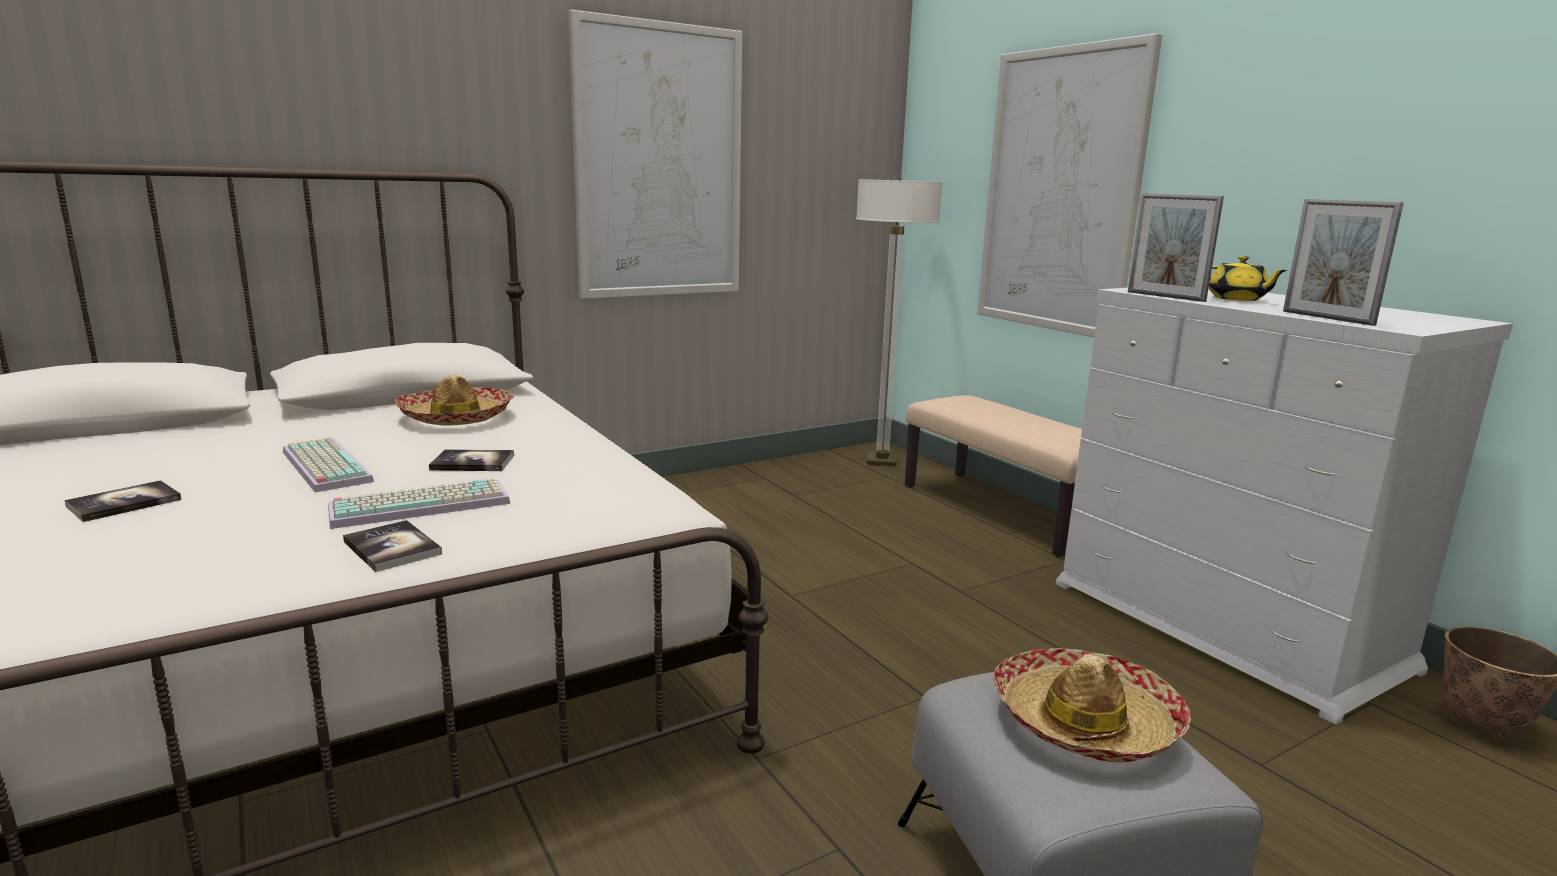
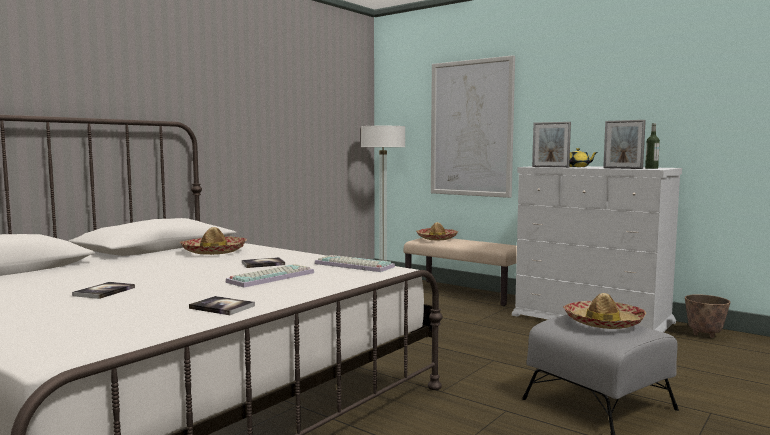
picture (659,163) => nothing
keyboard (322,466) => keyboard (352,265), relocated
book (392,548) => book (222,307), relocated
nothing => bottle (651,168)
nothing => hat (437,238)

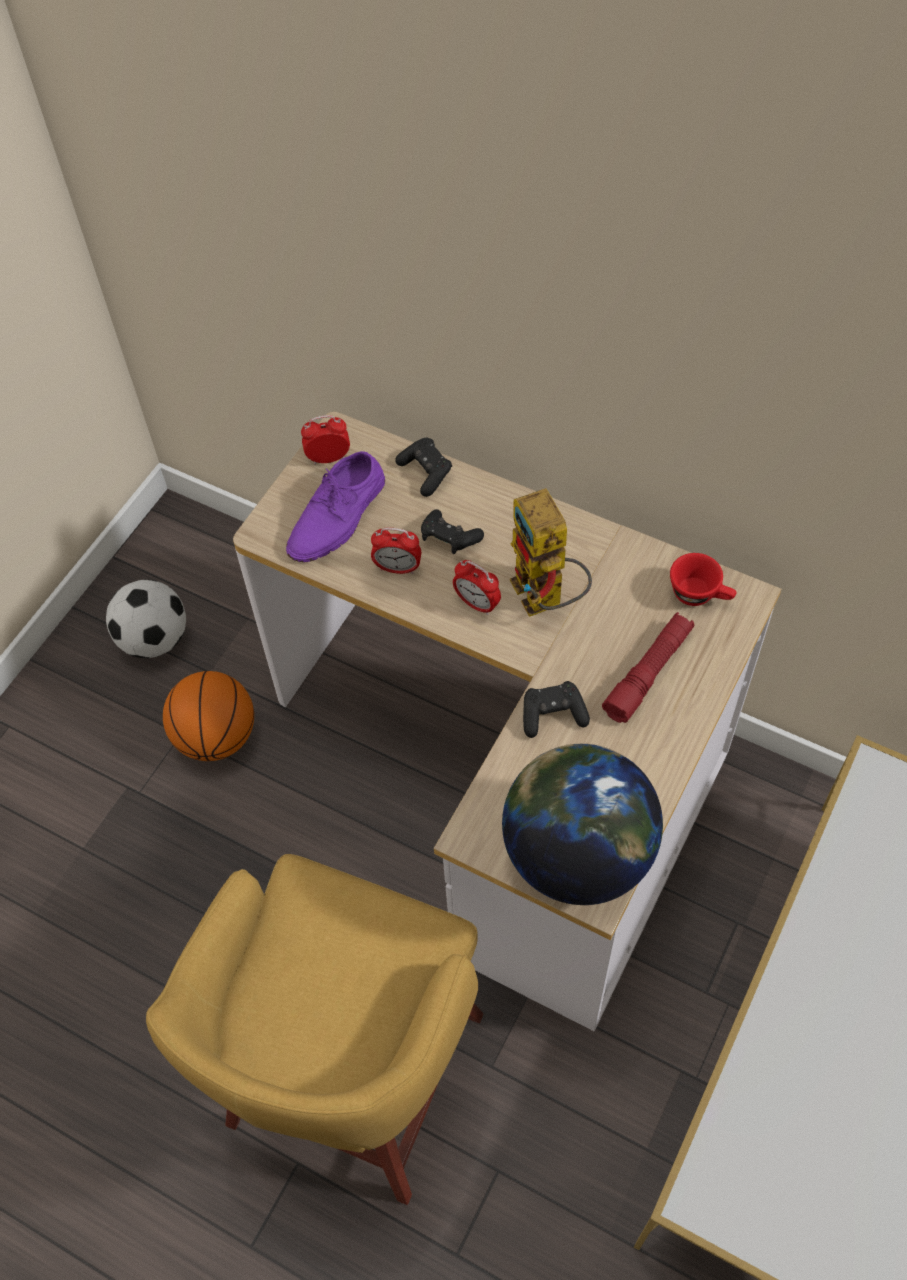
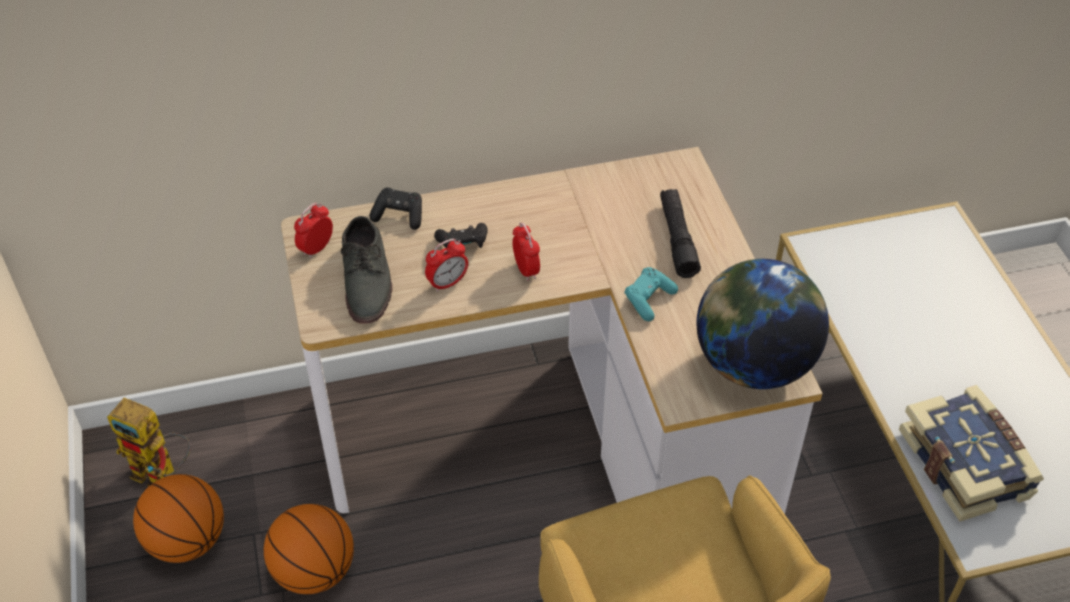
purple shoe (338,517) => grey shoe (367,279)
toy robot (545,600) => toy robot (163,474), relocated
red cup (700,594) => nothing
alarm clock (477,603) => alarm clock (526,269), 105 degrees counterclockwise
football (155,639) => basketball (187,541)
red flashlight (648,673) => black flashlight (677,239)
black game controller (552,715) => turquoise game controller (648,300)
nothing => book (967,464)

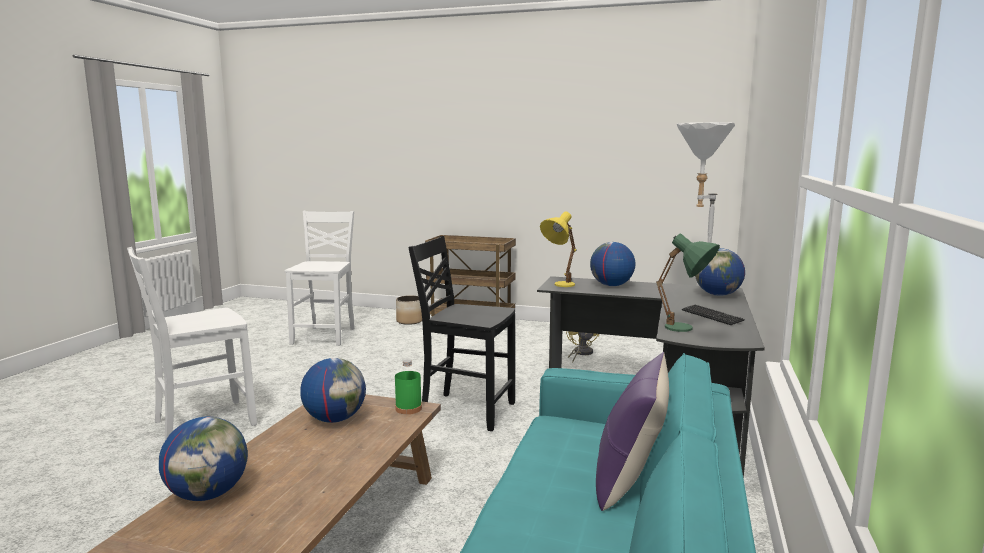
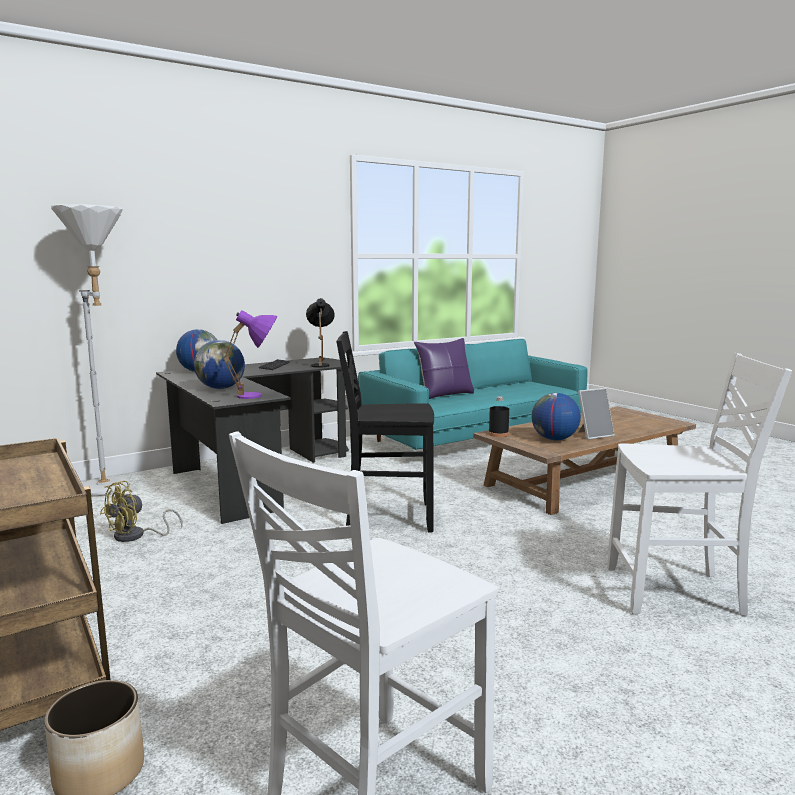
yellow table lamp (559,286) => purple table lamp (258,396)
green table lamp (687,330) => black table lamp (321,364)
black chair (466,410) => black chair (387,517), 120 degrees clockwise
green bottle (408,408) => black bottle (498,434)
globe (208,494) => nothing
nothing => picture frame (593,435)

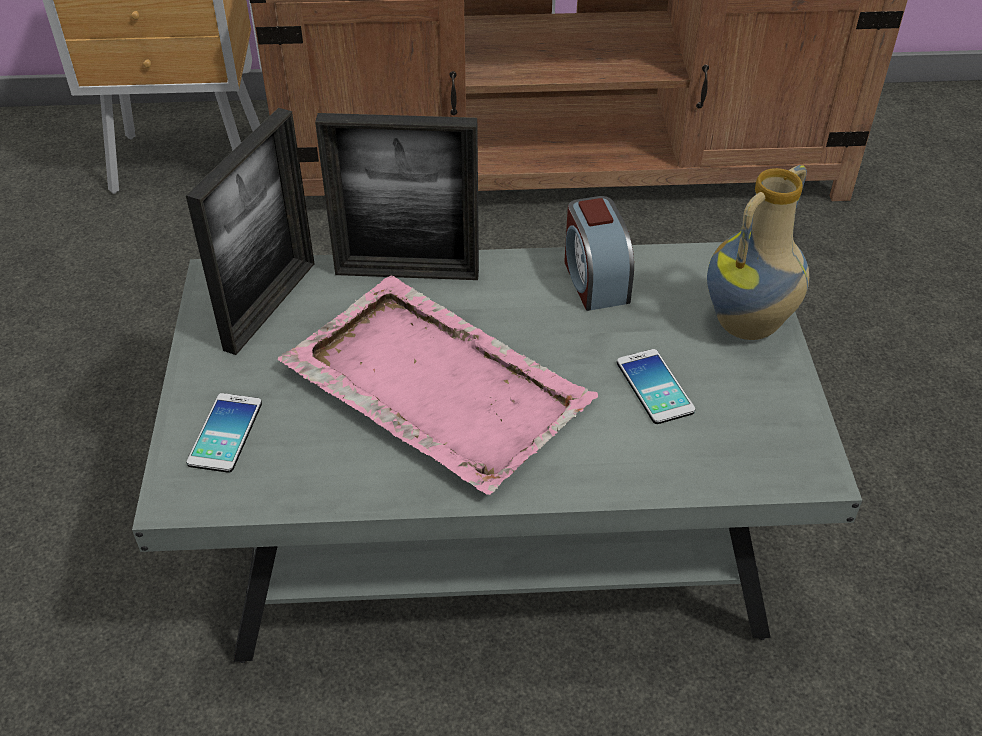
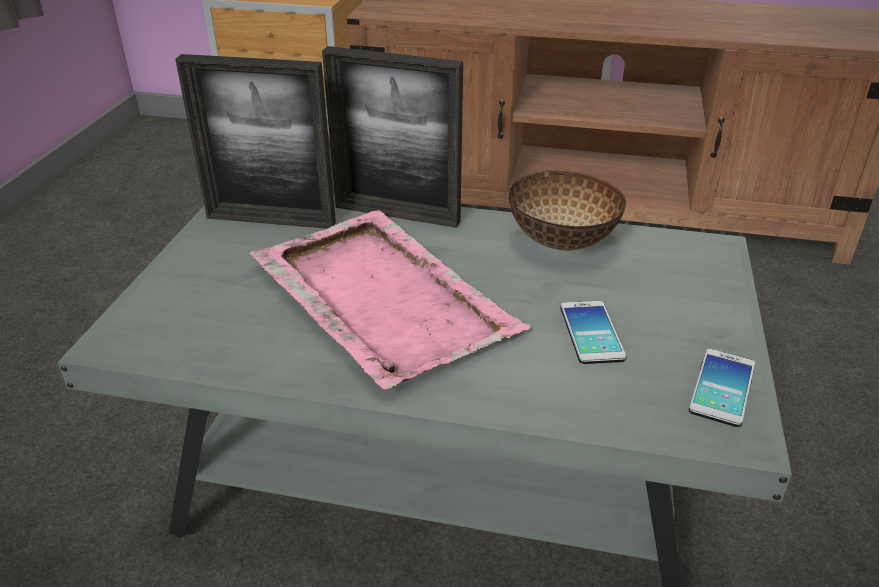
picture frame (270,305) => picture frame (271,220), 60 degrees clockwise
vase (748,326) => nothing
alarm clock (594,280) => bowl (563,242)
phone (225,433) => phone (722,388), relocated

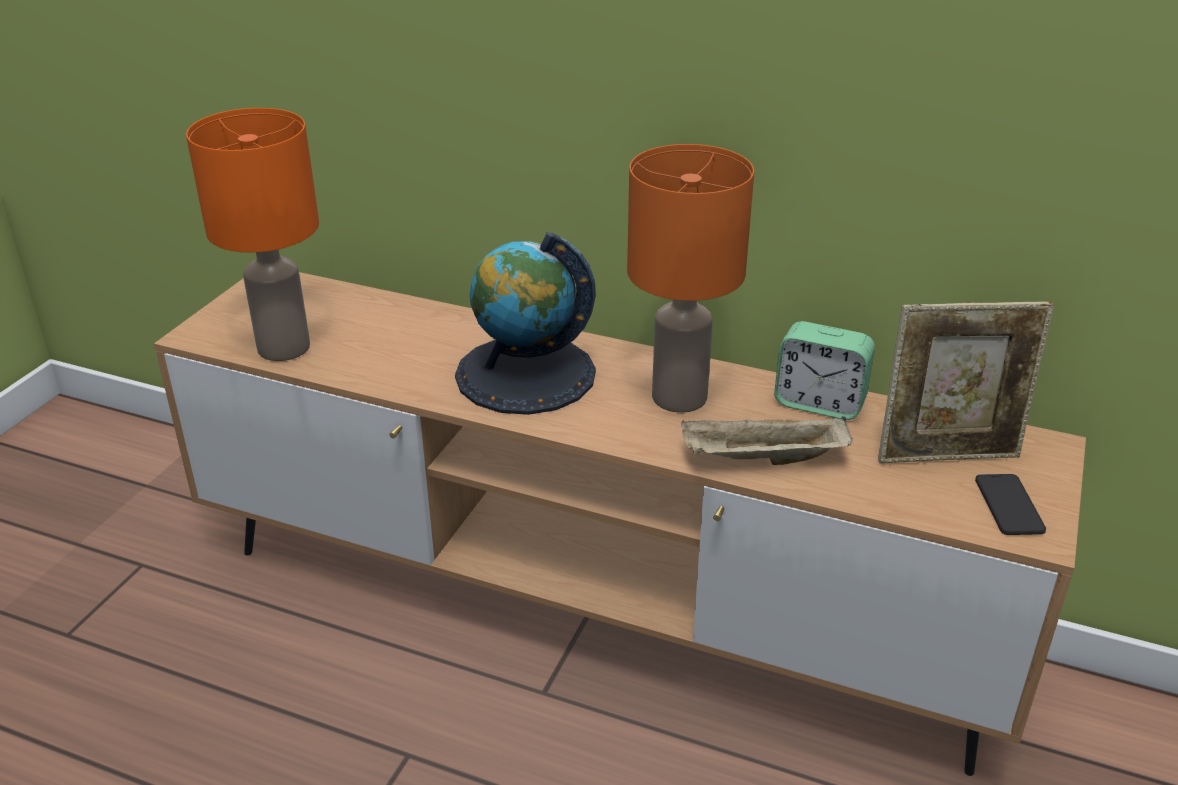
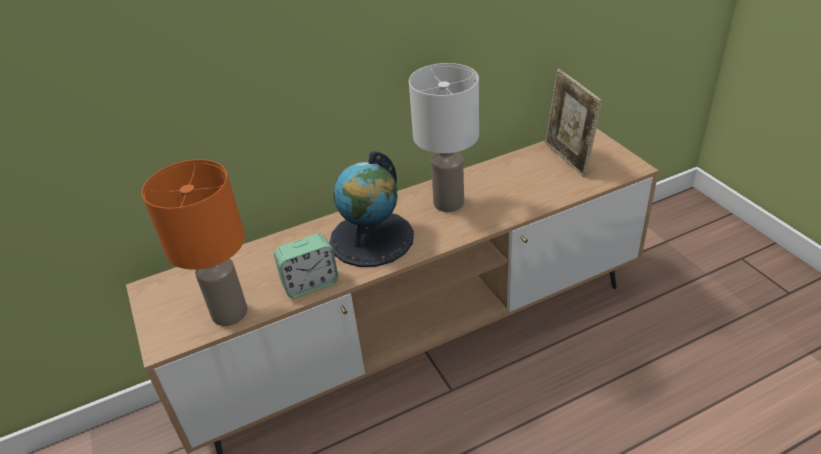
orange table lamp (678,396) => white table lamp (447,202)
picture frame (948,455) => picture frame (568,159), 120 degrees clockwise
alarm clock (819,403) => alarm clock (310,283), relocated
beige tray (762,460) => nothing
phone (1009,505) => nothing

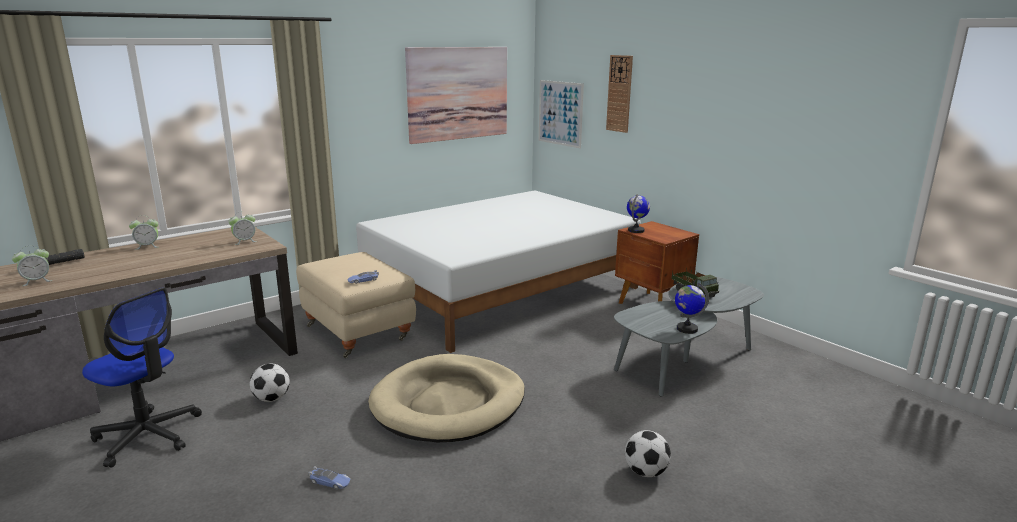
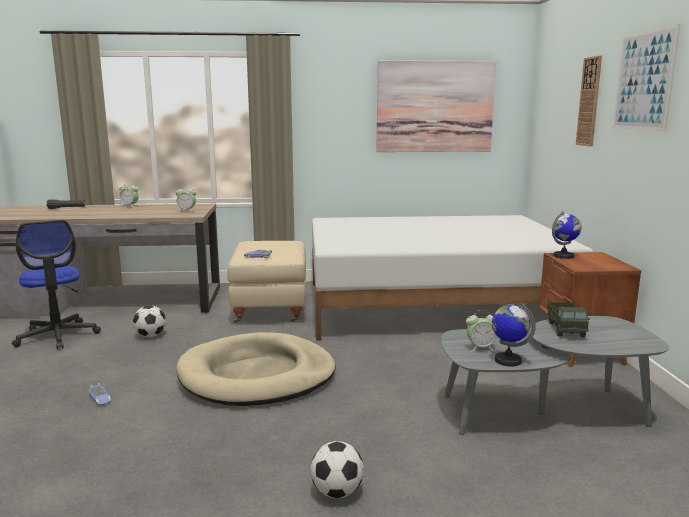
picture (560,113) => picture (644,81), relocated
alarm clock (36,281) => alarm clock (480,348), relocated

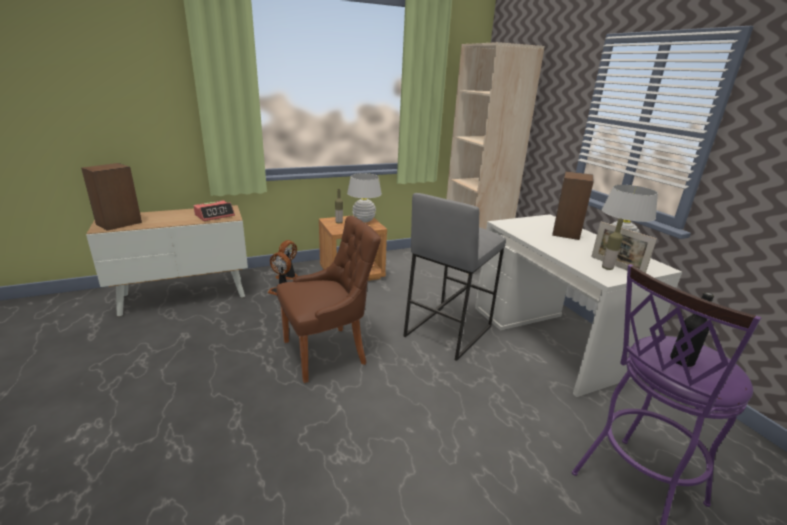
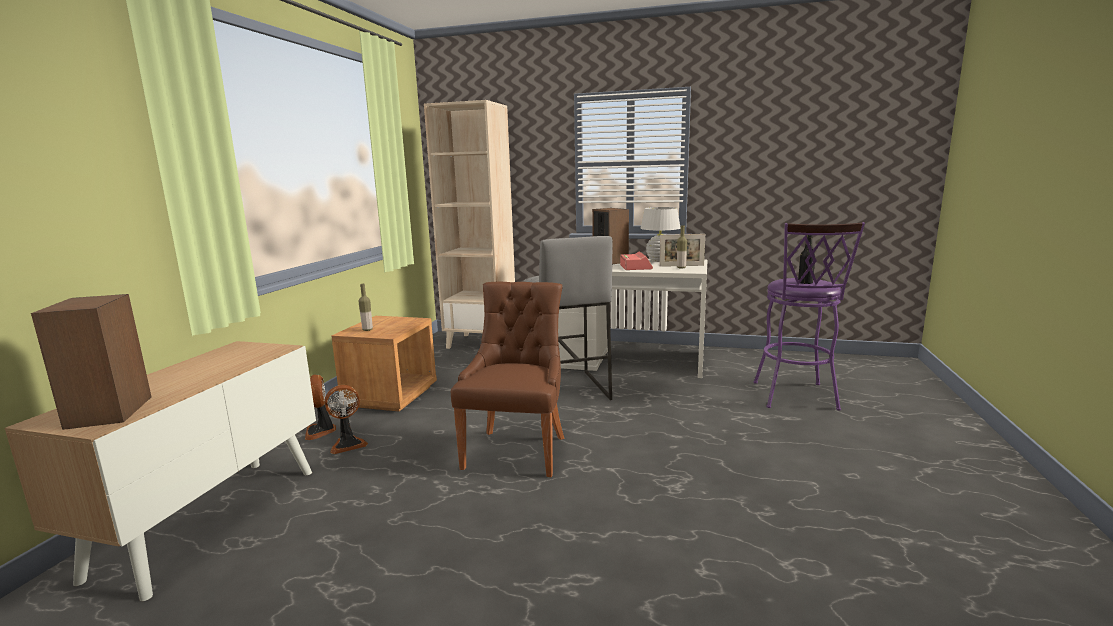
white table lamp (364,220) => nothing
alarm clock (215,215) => alarm clock (635,267), relocated

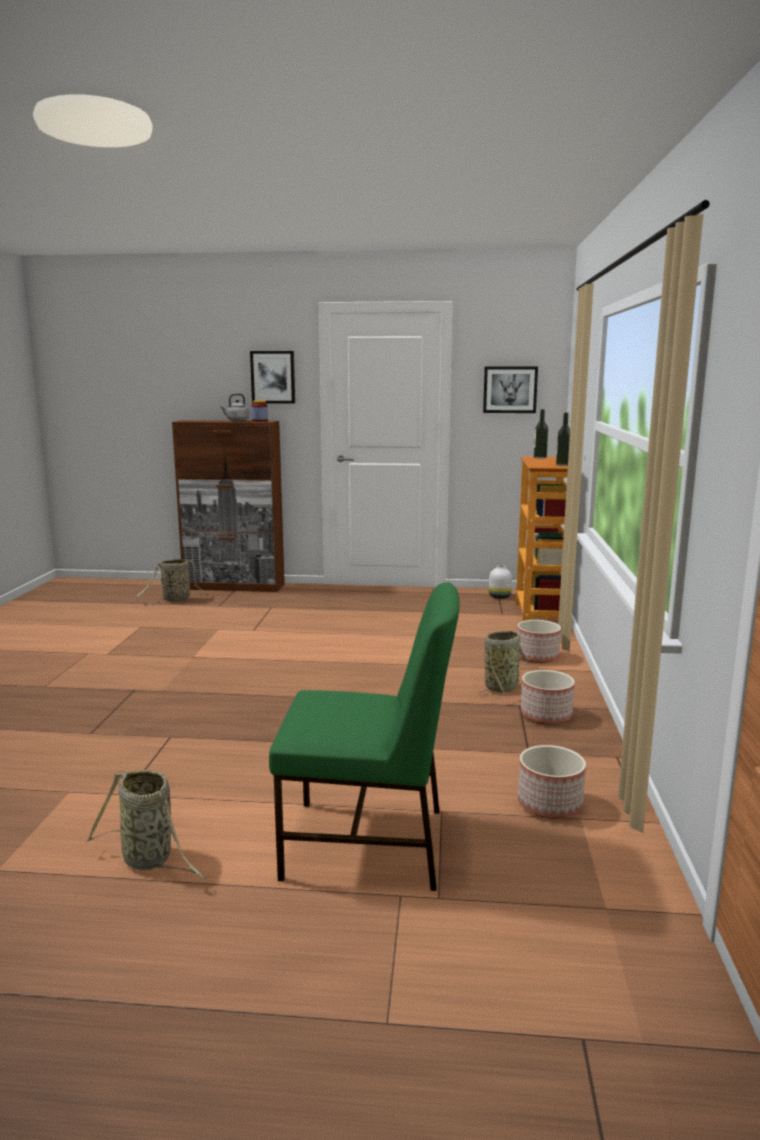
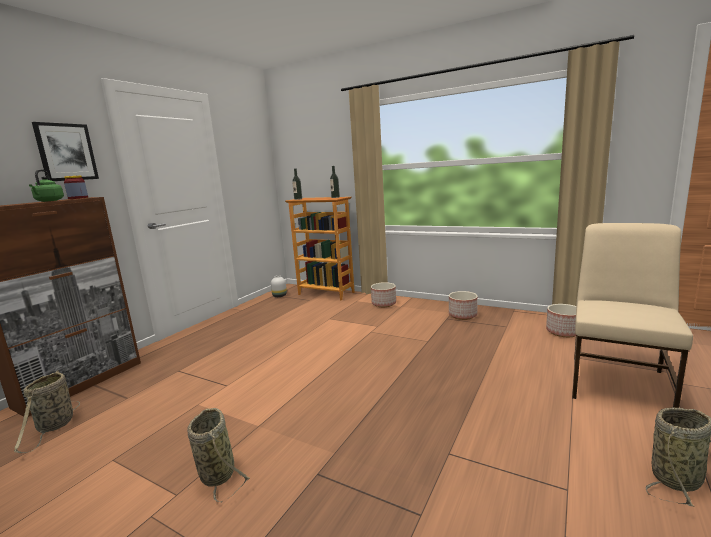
picture (510,389) => nothing
grey kettle (236,421) => green kettle (49,201)
green chair (368,844) => beige chair (619,383)
basket (502,687) => basket (217,472), relocated

